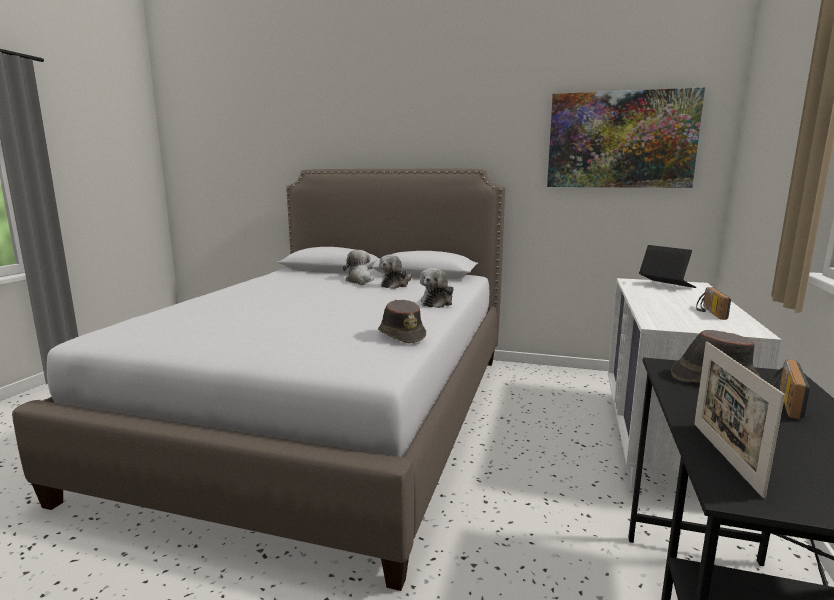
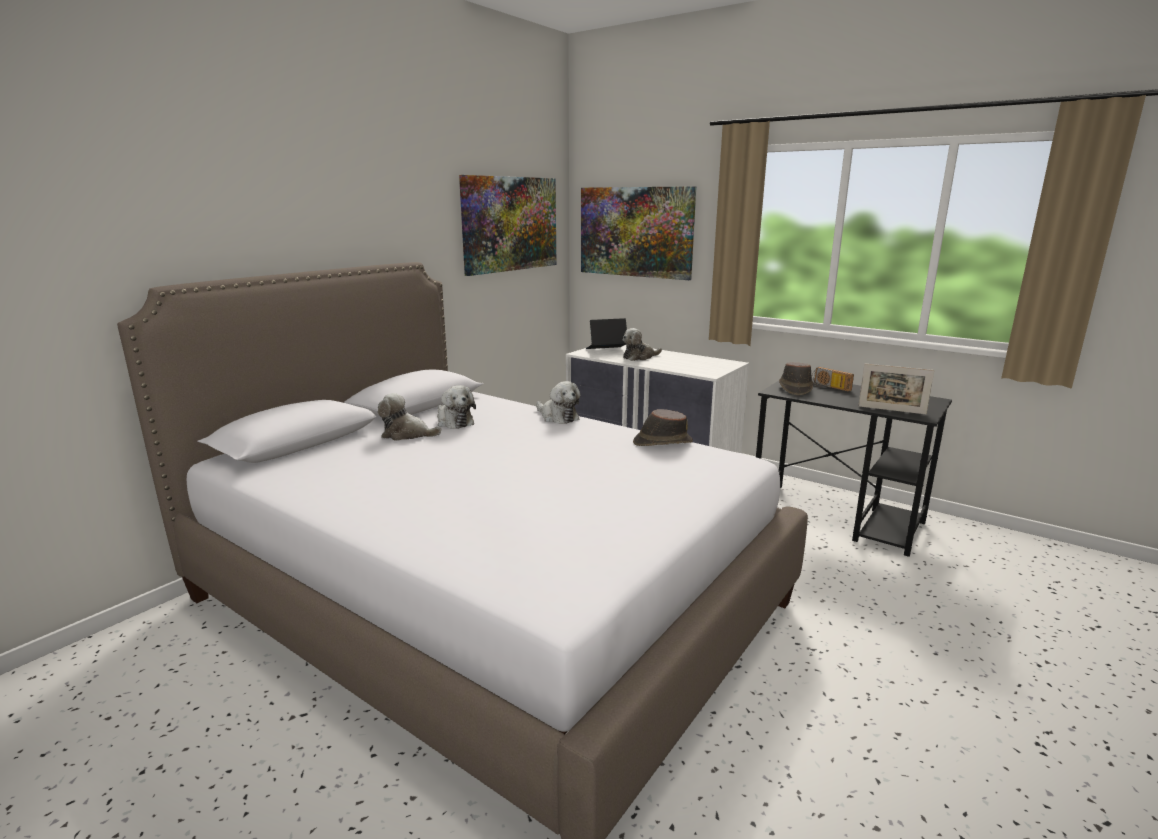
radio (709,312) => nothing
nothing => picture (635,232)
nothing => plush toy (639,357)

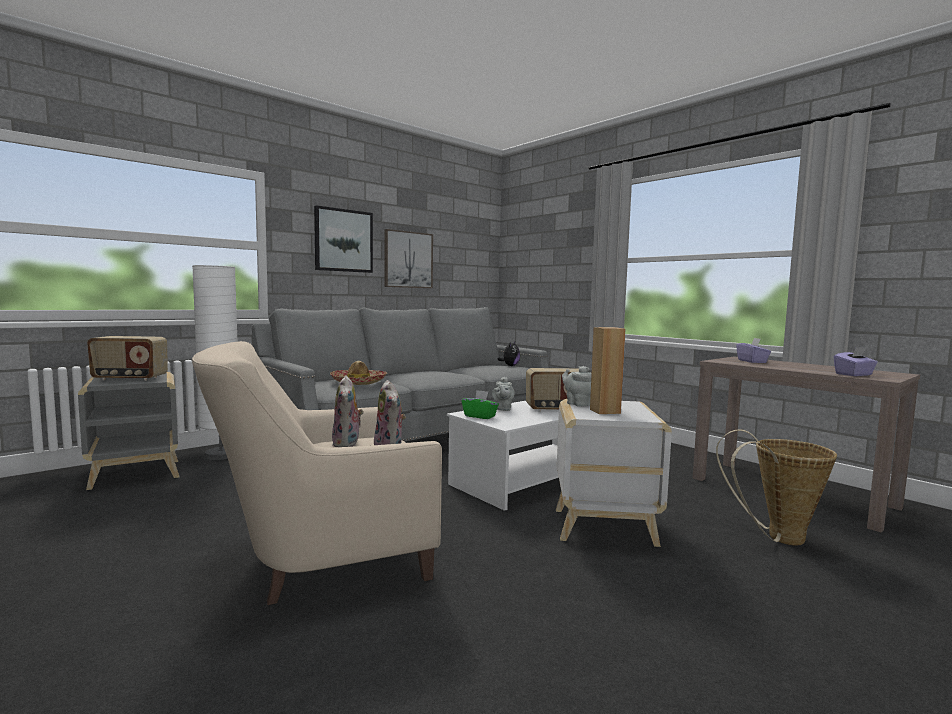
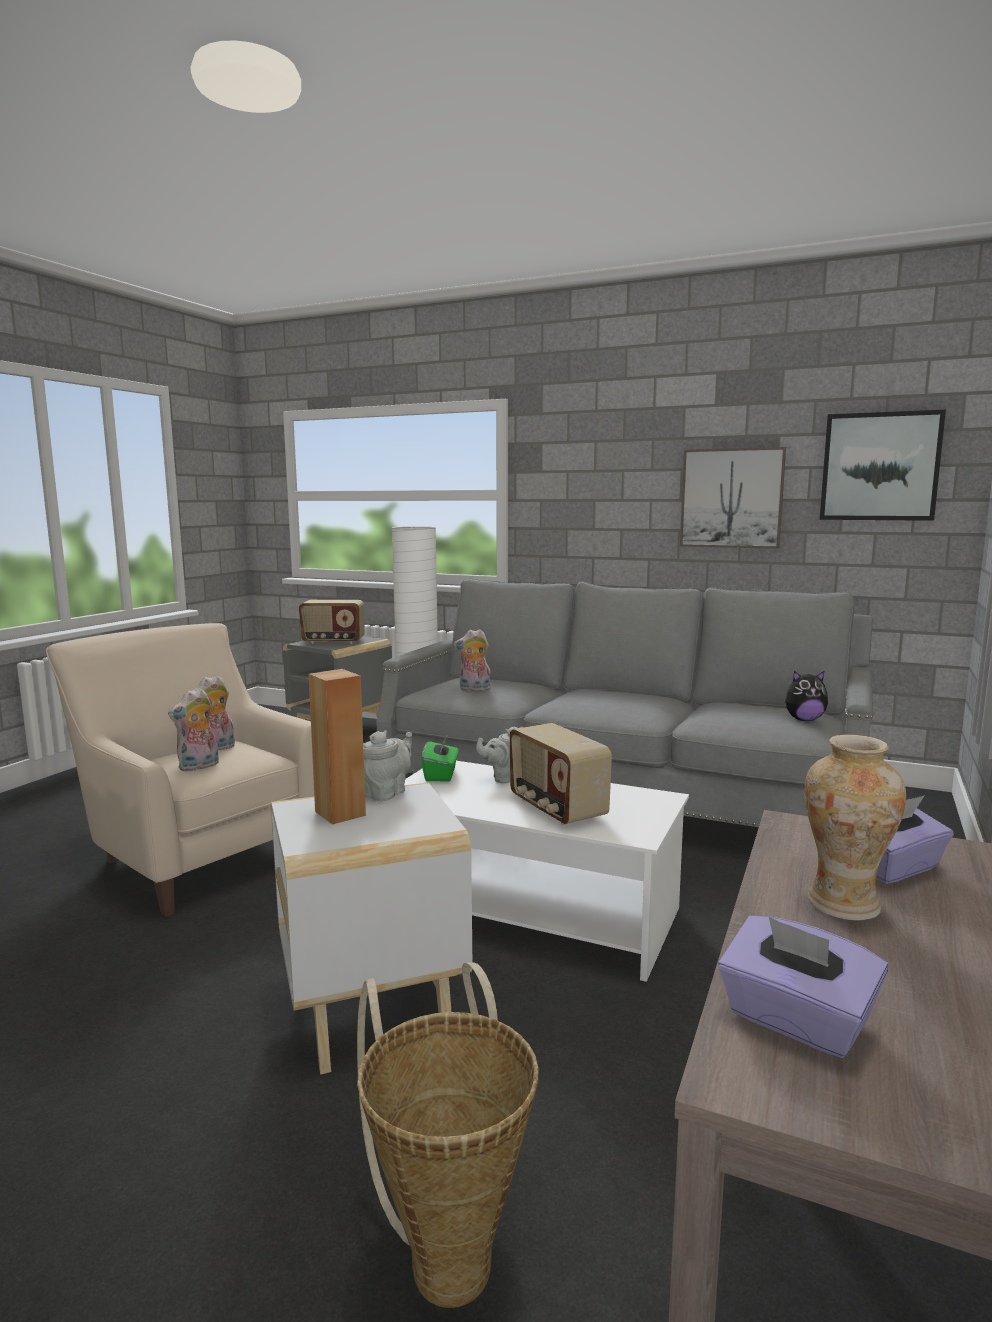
picture (343,240) => picture (880,467), relocated
radio (129,378) => radio (333,641), 60 degrees counterclockwise
hat (358,382) => plush toy (474,689)
nothing => vase (843,904)

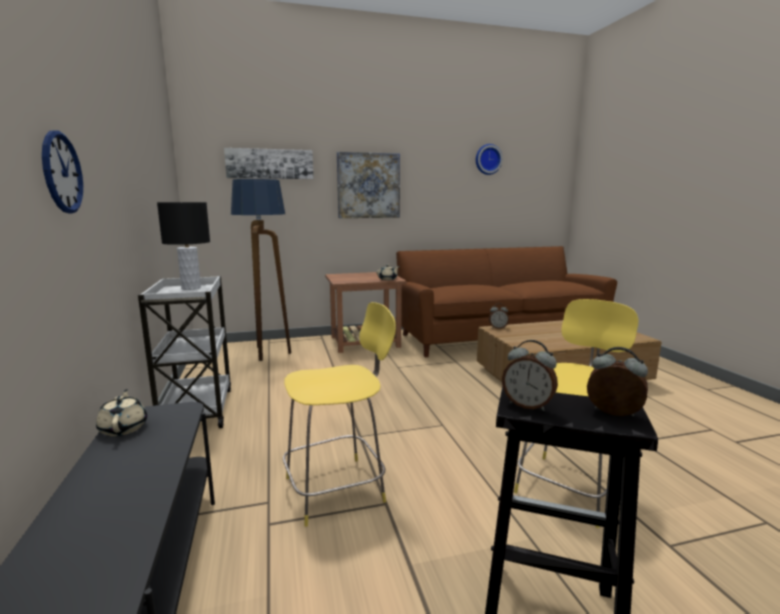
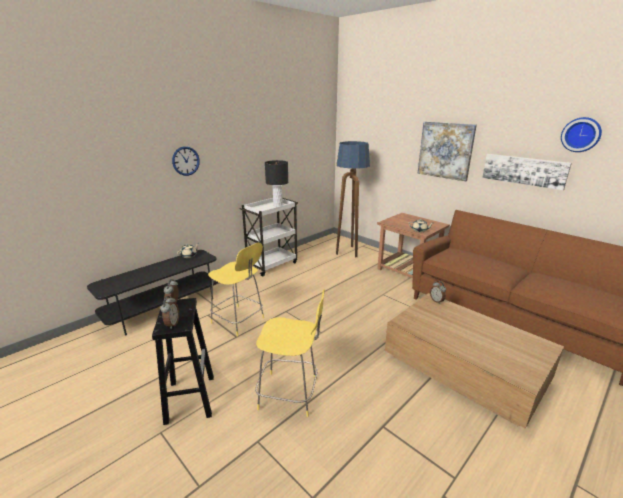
picture (270,164) => picture (524,170), relocated

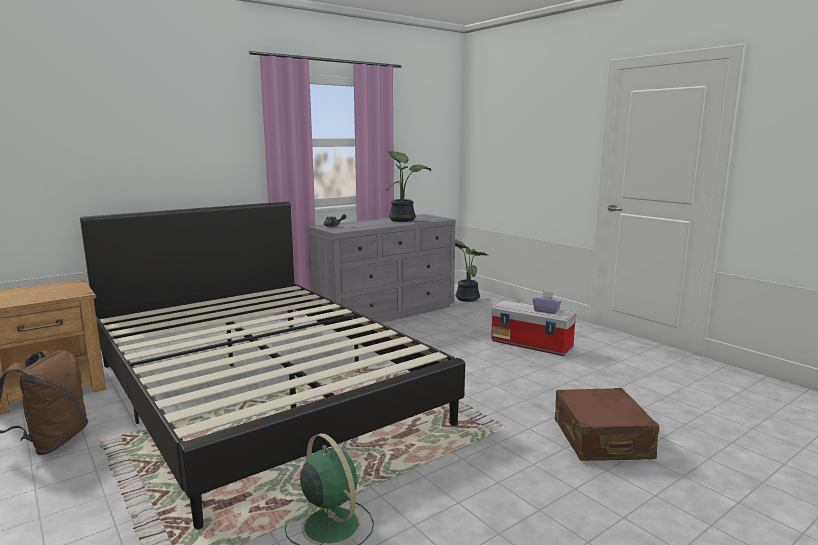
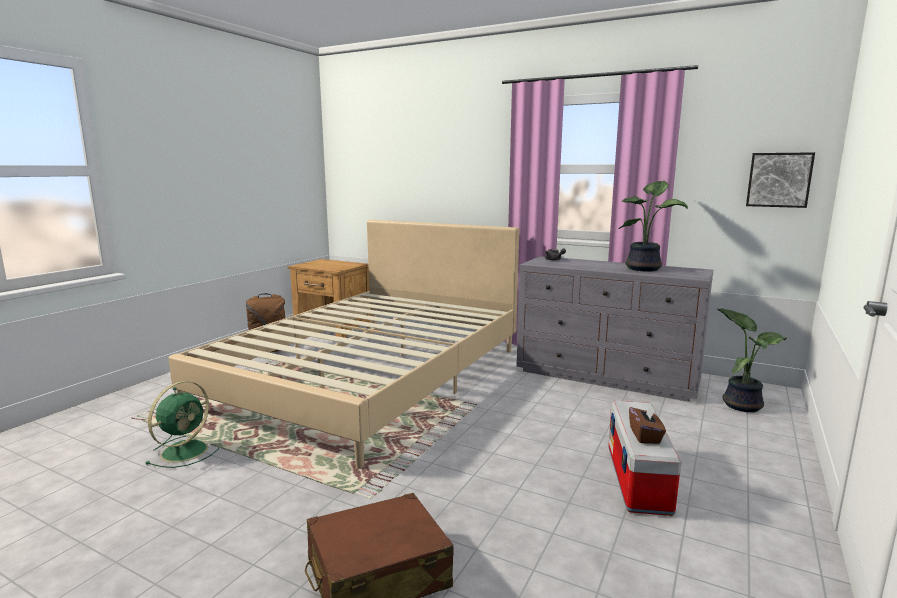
black bed (261,391) => beige bed (371,377)
purple tissue box (546,311) => brown tissue box (645,436)
nothing => picture (779,180)

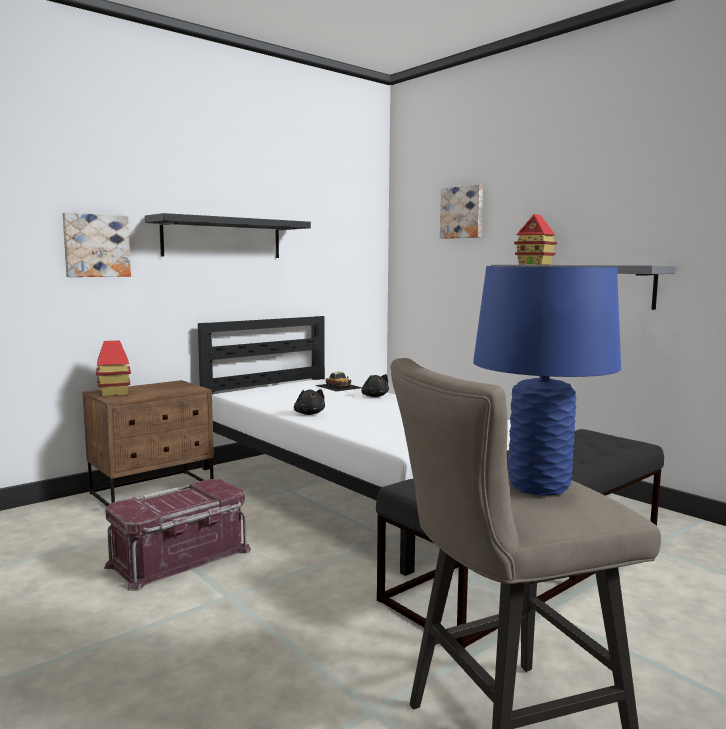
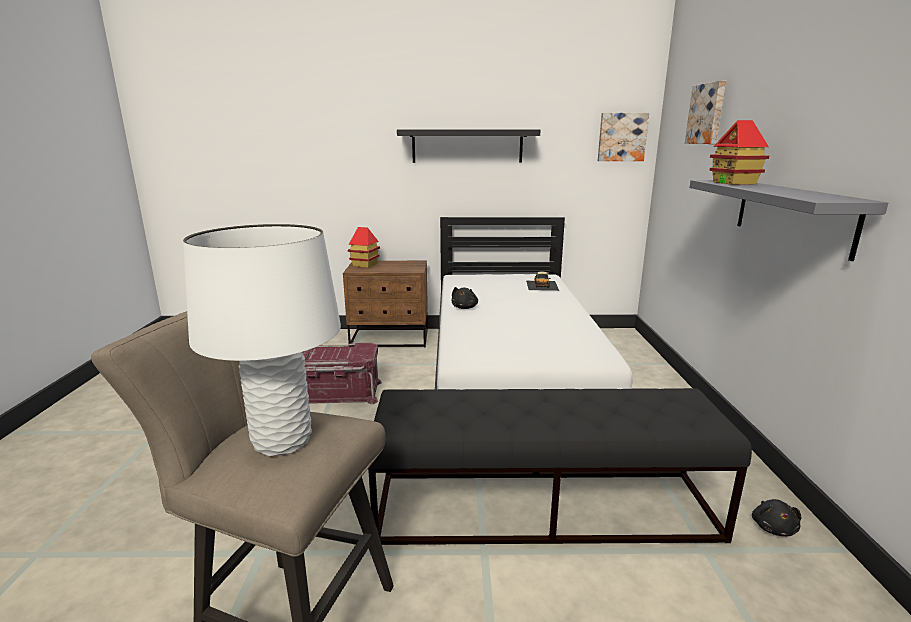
picture (96,246) => picture (622,137), relocated
blue table lamp (538,486) => white table lamp (282,441)
black plush toy (374,396) => black plush toy (773,527), relocated

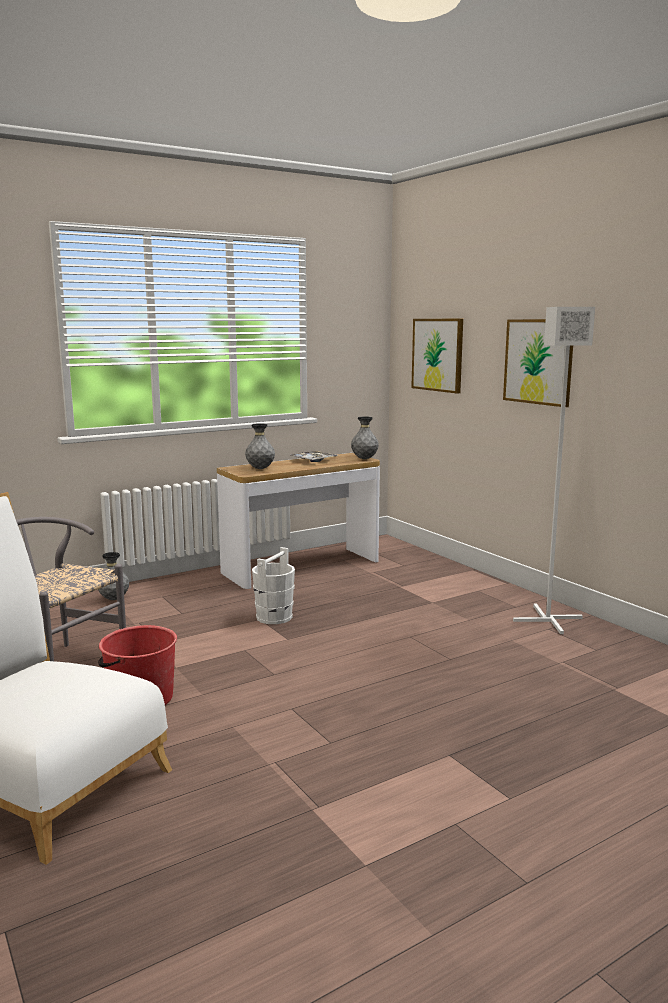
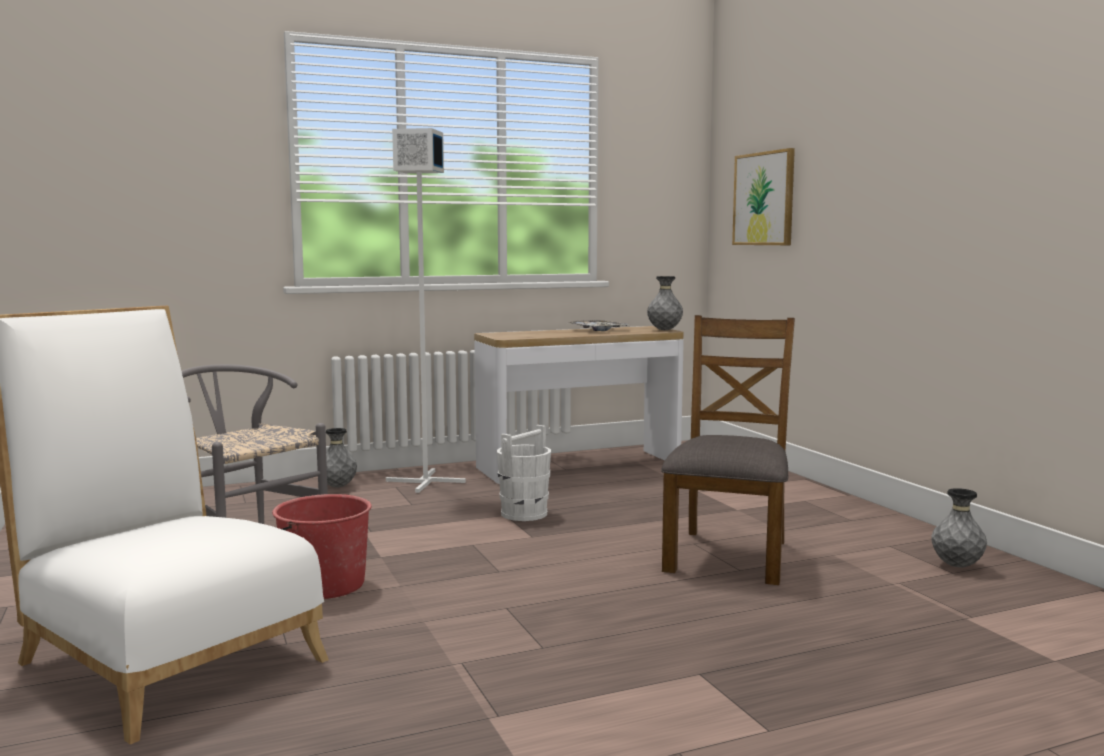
white floor lamp (546,619) => white floor lamp (424,481), relocated
picture (538,361) => nothing
grey vase (260,469) => grey vase (957,566), relocated
nothing => brown chair (728,555)

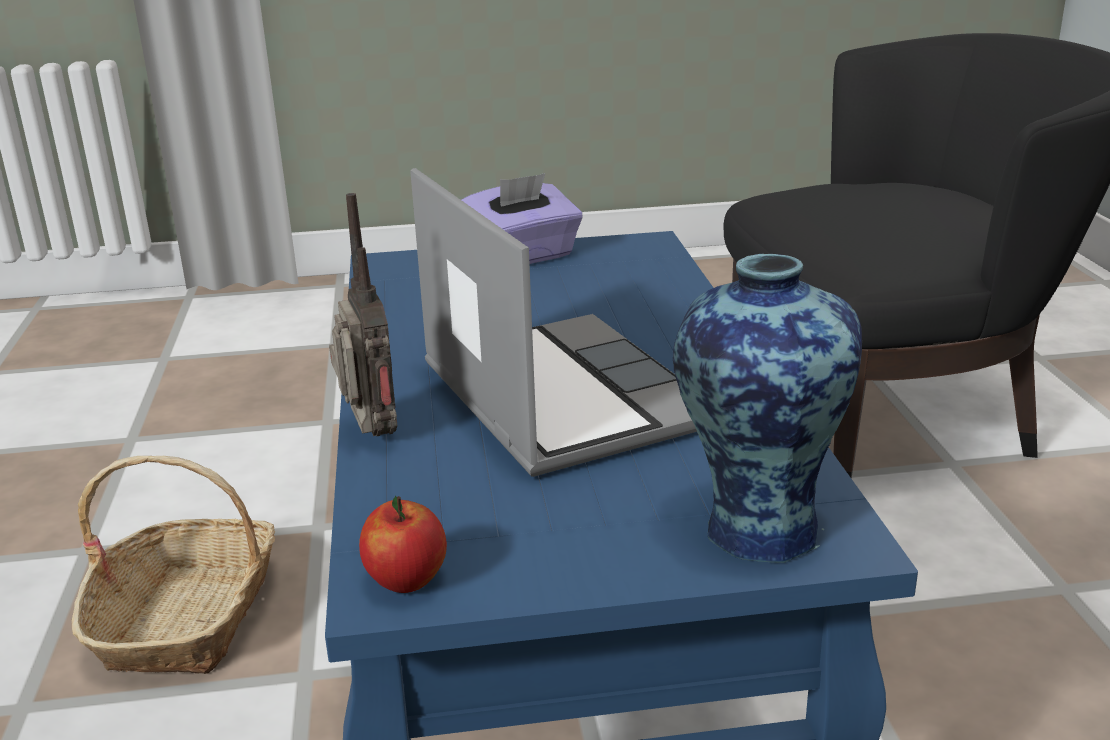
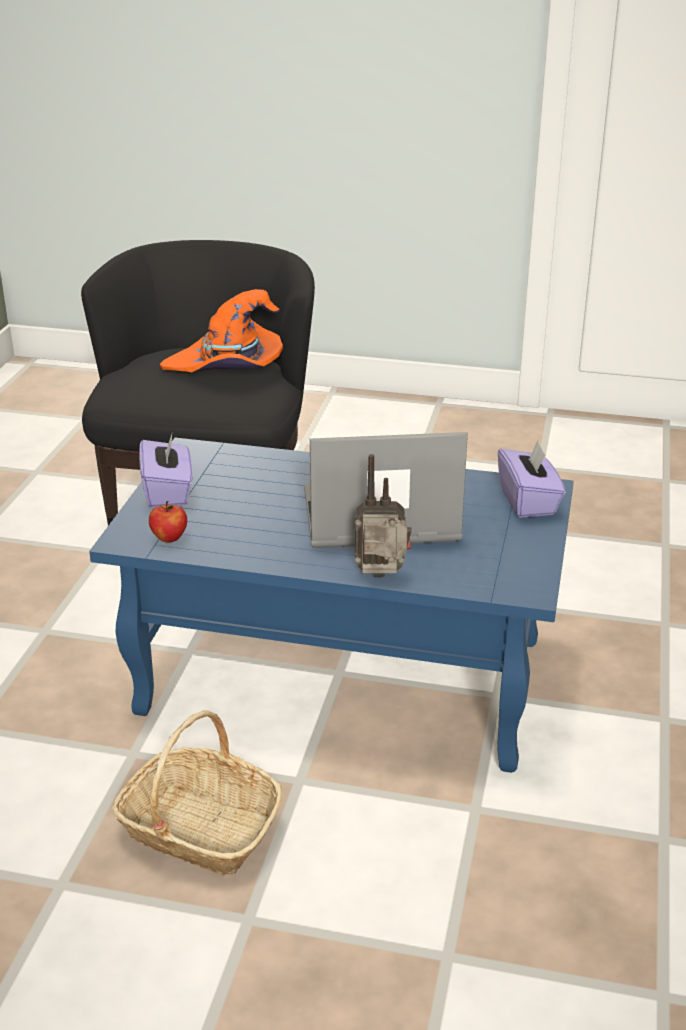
vase (757,528) => purple tissue box (528,501)
apple (406,581) => apple (169,538), relocated
nothing => orange hat (228,367)

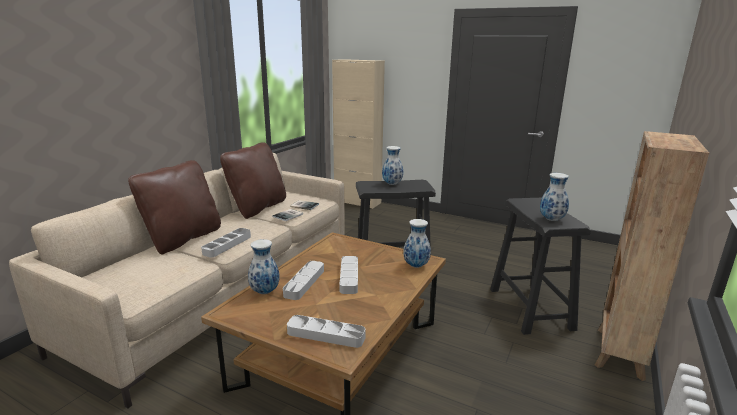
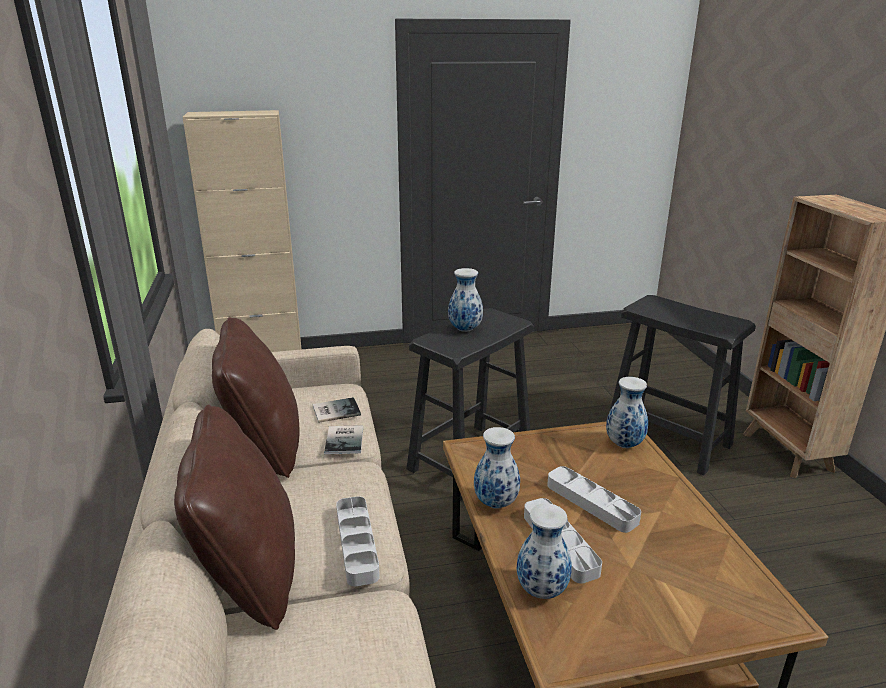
vase (552,219) => vase (496,503), relocated
grey tray (326,335) => nothing

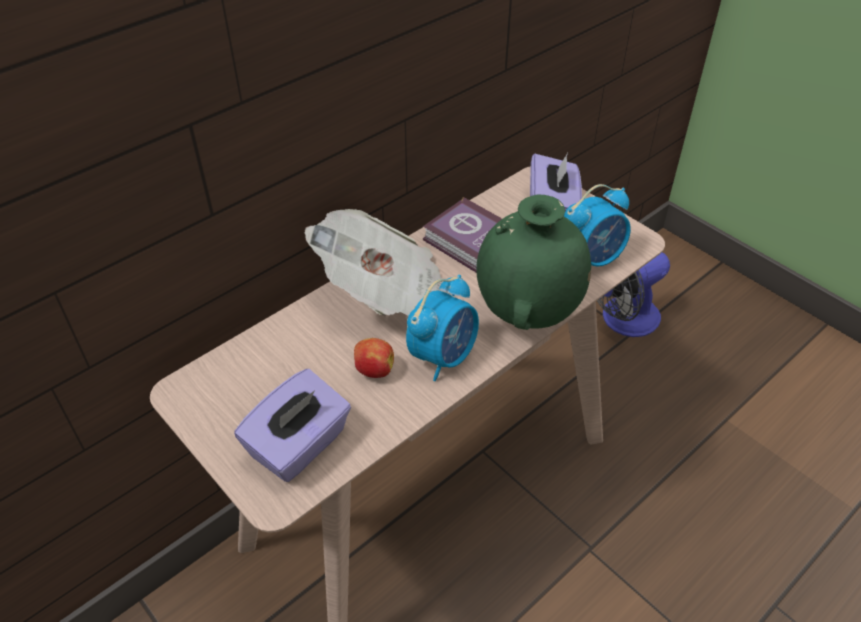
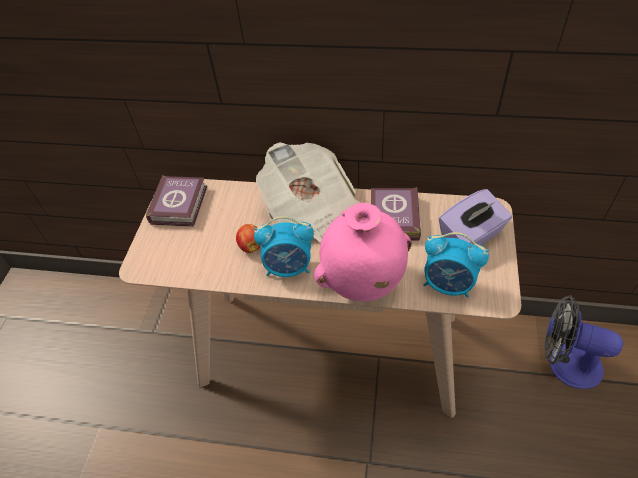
green vase (528,313) => pink vase (362,283)
purple tissue box (299,445) => nothing
nothing => book (180,203)

